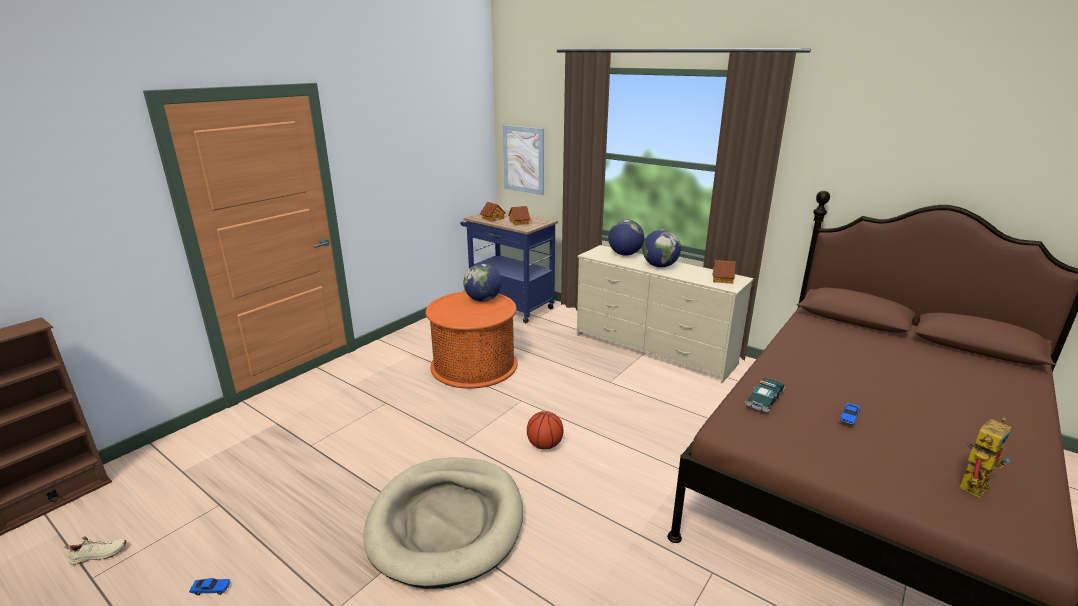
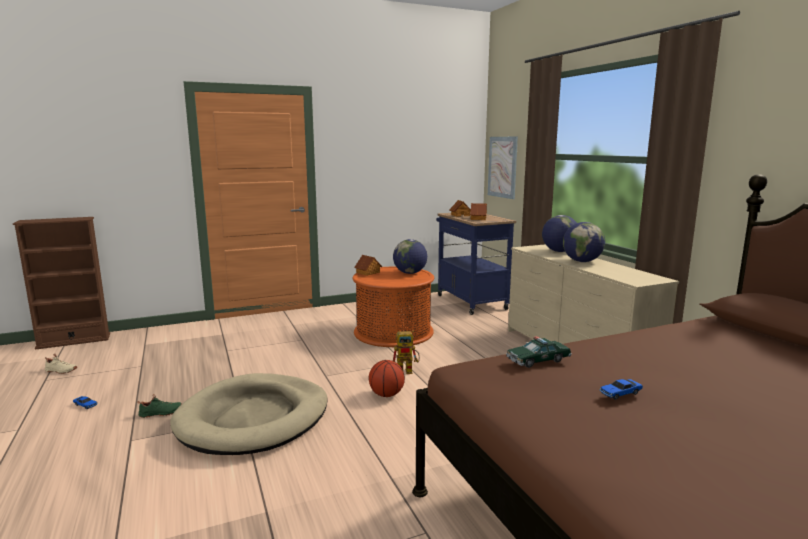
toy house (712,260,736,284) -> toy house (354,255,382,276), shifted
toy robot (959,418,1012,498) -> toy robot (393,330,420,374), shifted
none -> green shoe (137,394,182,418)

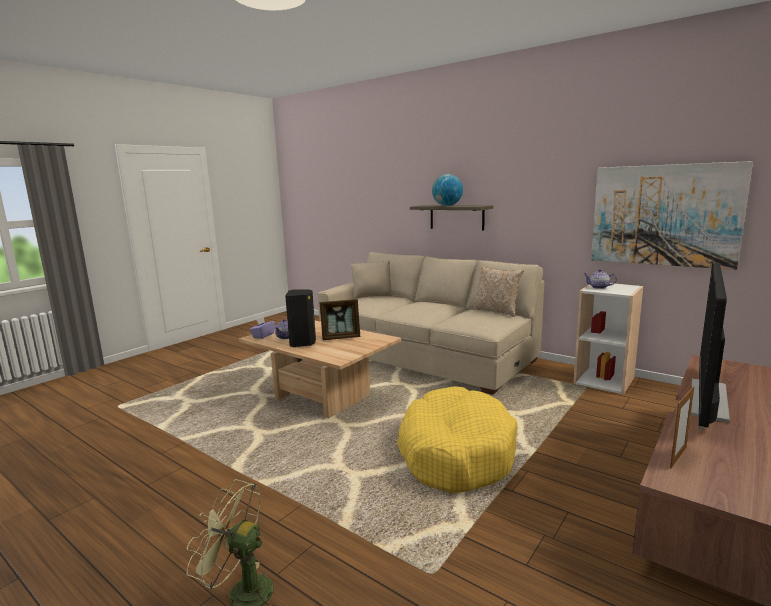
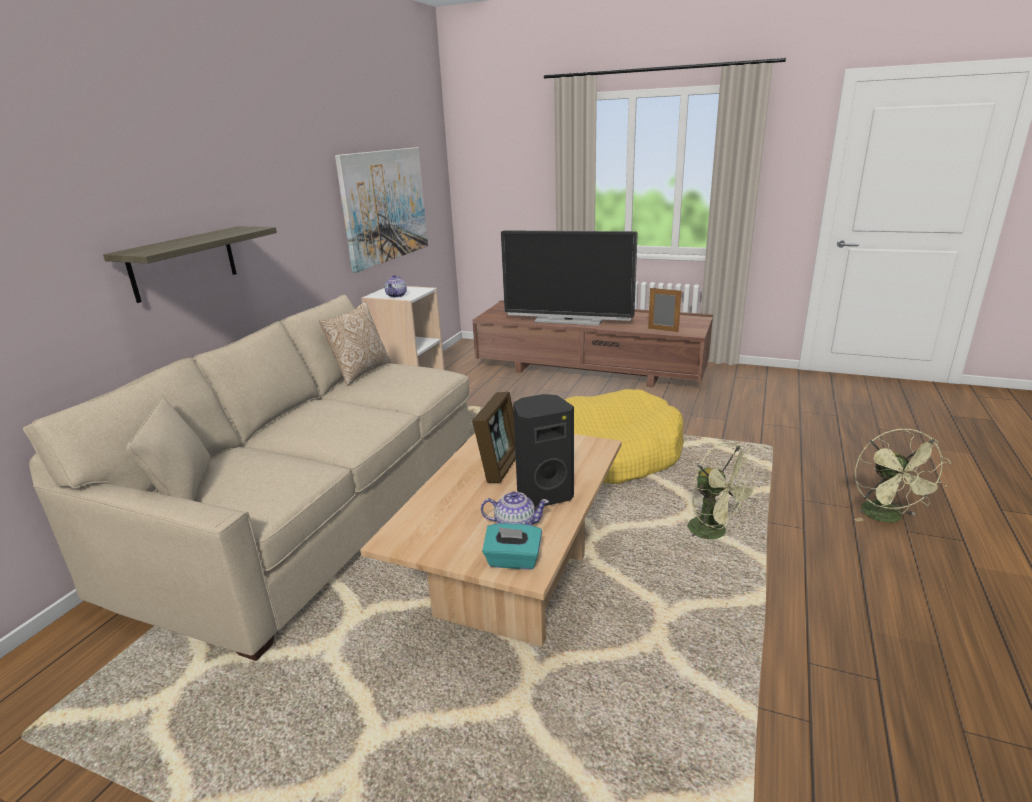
purple tissue box (250,317,275,339) -> turquoise tissue box (482,523,542,570)
picture frame (320,299,360,340) -> picture frame (472,392,516,483), 45 degrees clockwise
globe (432,174,463,206) -> none
none -> green fan (687,442,760,539)

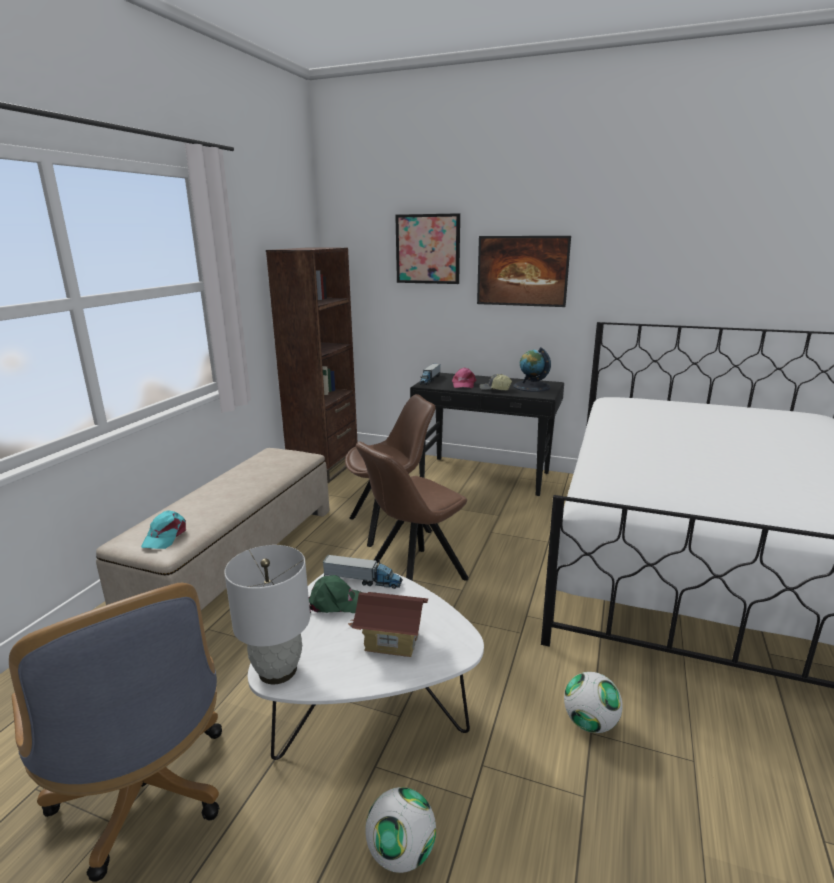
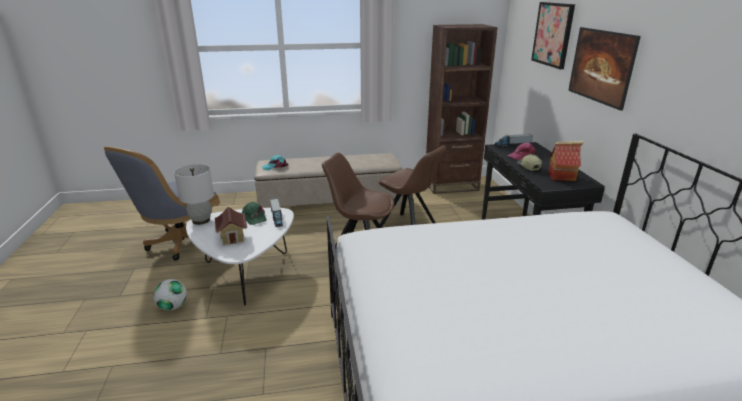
globe (513,347,551,392) -> toy house (548,141,584,181)
football (564,672,623,733) -> none

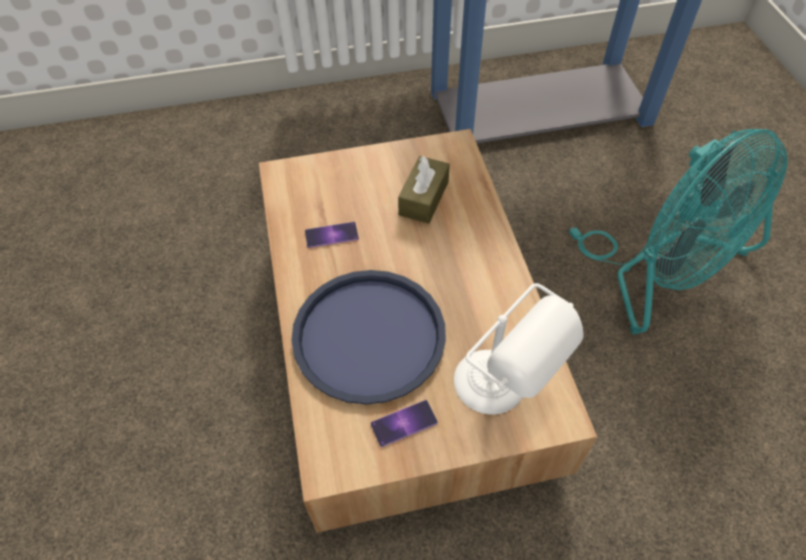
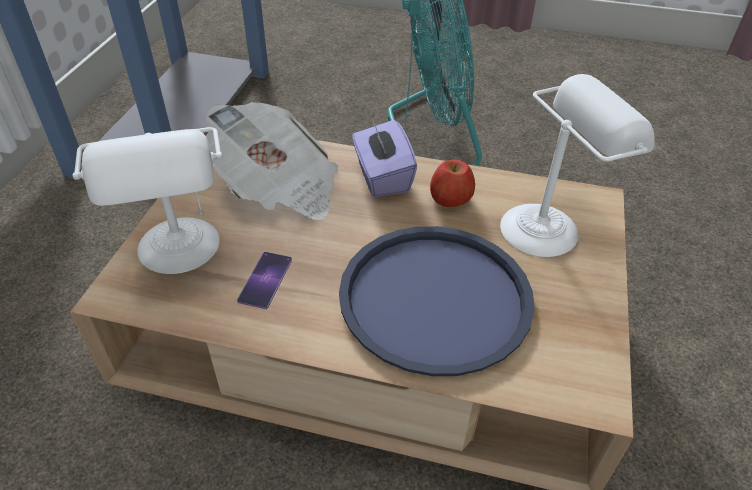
phone (371,400,438,447) -> none
brown tissue box (398,156,450,224) -> newspaper (206,102,338,220)
none -> white table lamp (72,127,223,274)
none -> purple tissue box (352,120,417,197)
none -> apple (430,160,475,207)

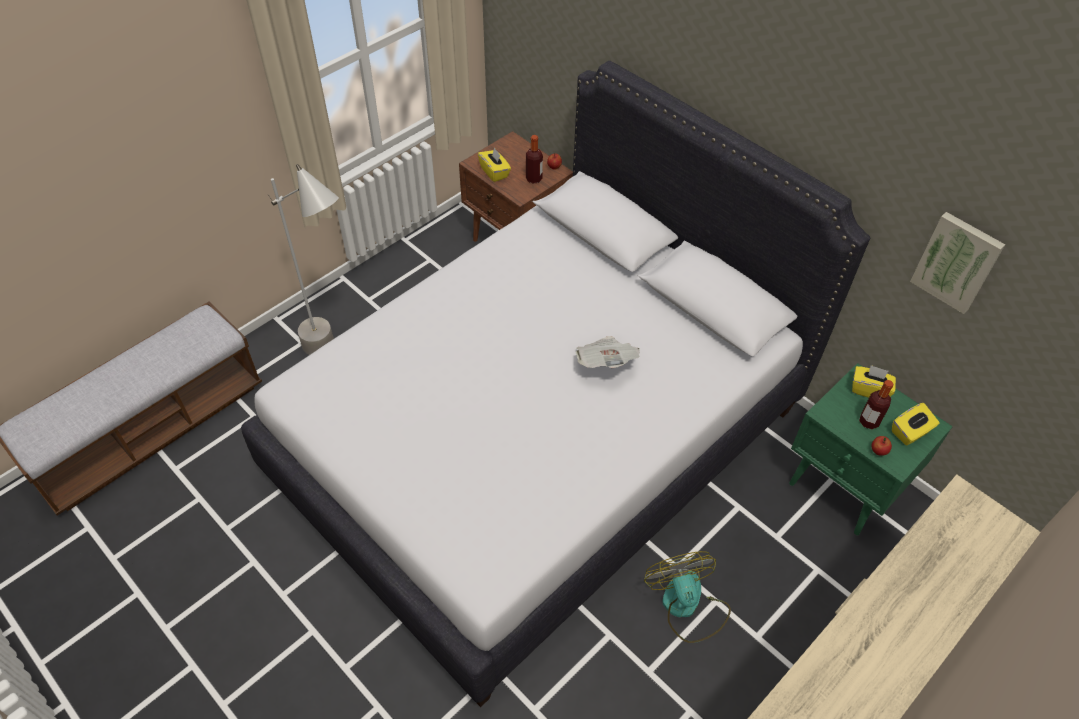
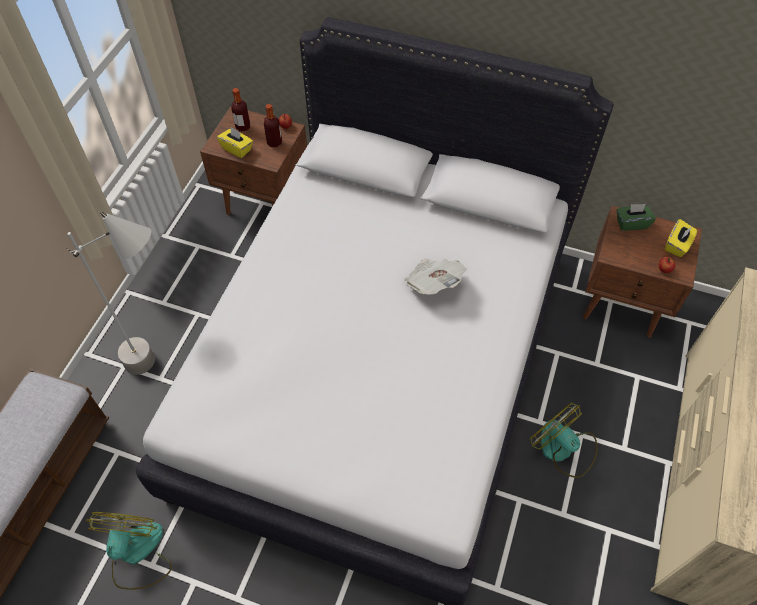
green nightstand (789,363,953,535) -> brown nightstand (583,205,702,338)
yellow tissue box (852,365,896,398) -> green tissue box (617,204,656,231)
bottle (859,380,893,429) -> bottle (231,88,250,132), shifted
picture (910,212,1005,314) -> none
none -> fan (86,512,172,590)

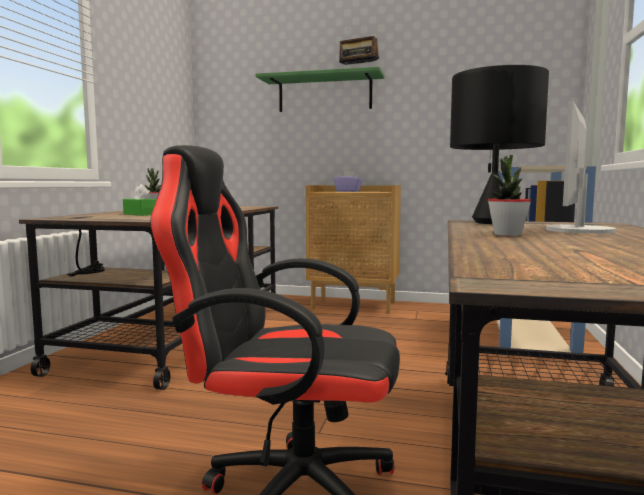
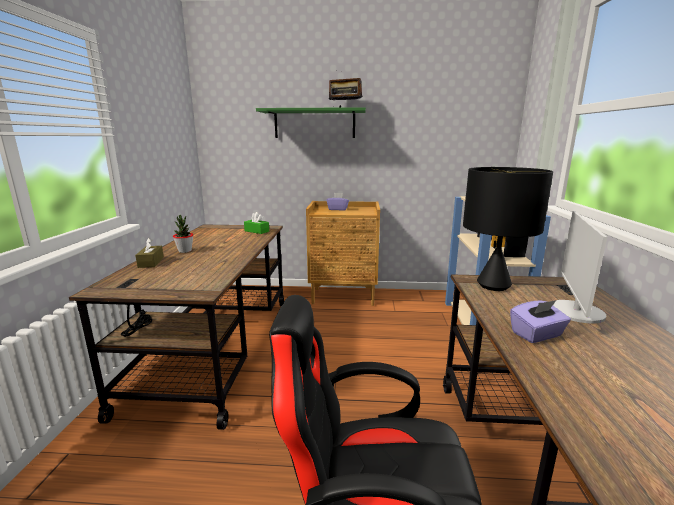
green tissue box (123,184,156,216) -> green tissue box (244,212,269,234), shifted
potted plant (488,155,532,236) -> purple tissue box (510,300,571,343)
none -> brown tissue box (135,238,164,268)

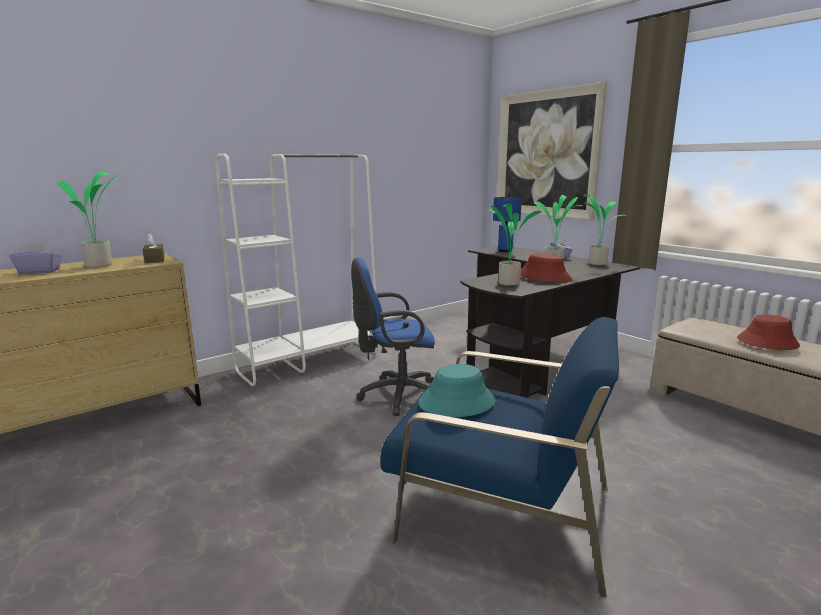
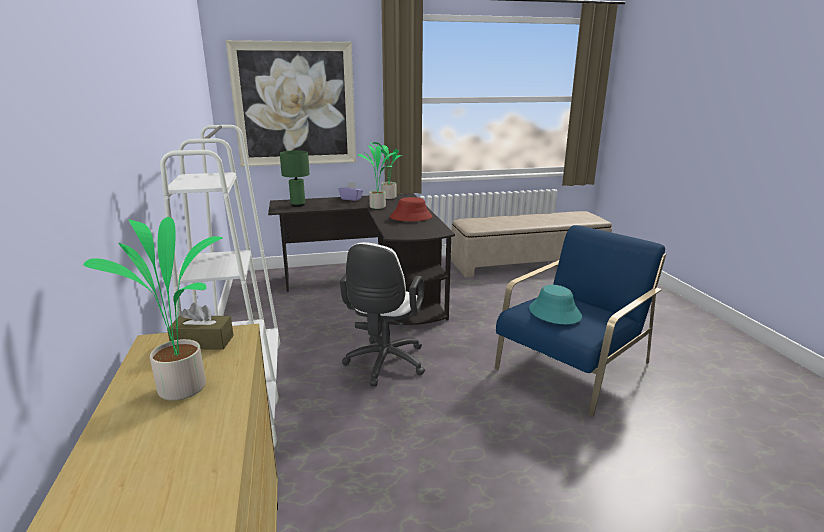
purple tissue box (10,242,62,274) -> none
blue office chair (351,257,435,416) -> white office chair (340,242,425,386)
potted plant (487,203,542,286) -> none
blue table lamp (493,197,522,252) -> green table lamp (280,150,309,207)
red hat (737,314,800,350) -> none

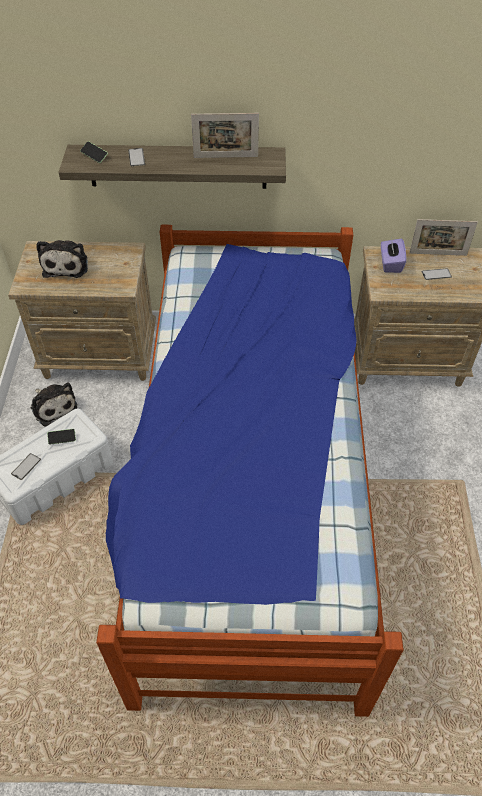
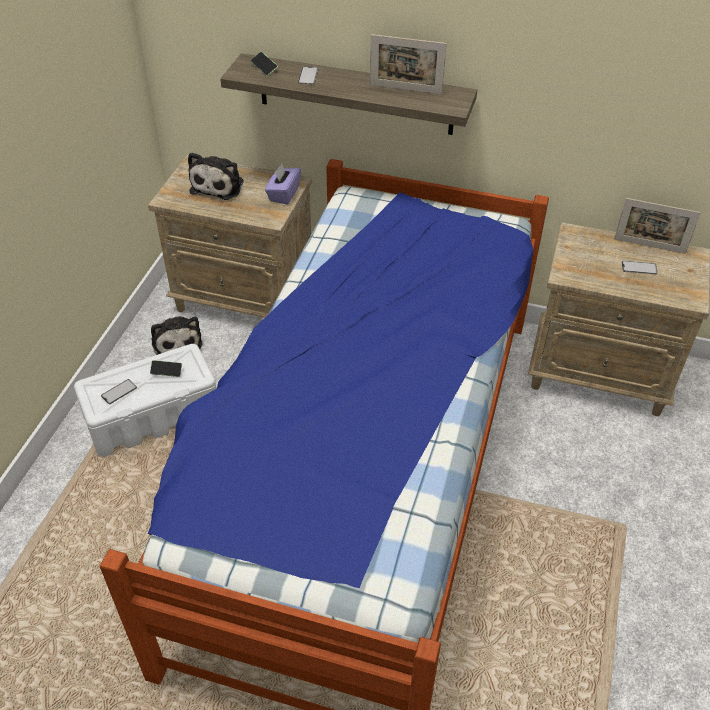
purple tissue box (381,237,406,273) -> purple tissue box (265,164,301,204), shifted

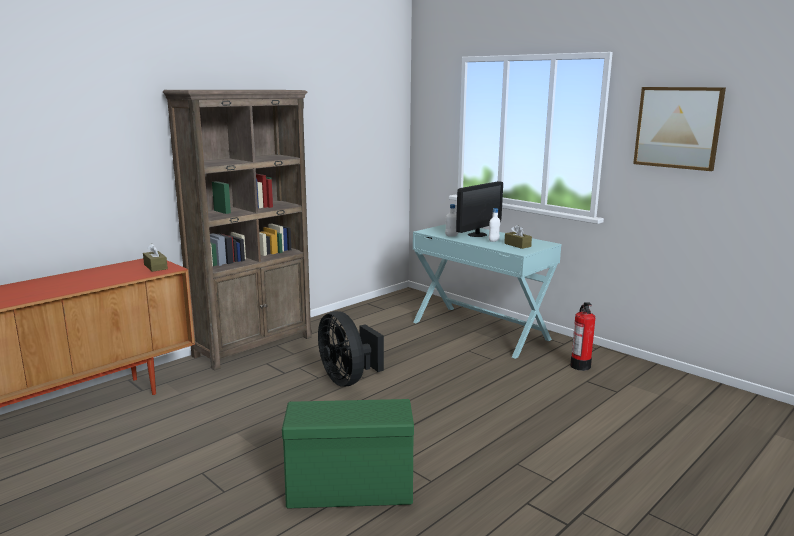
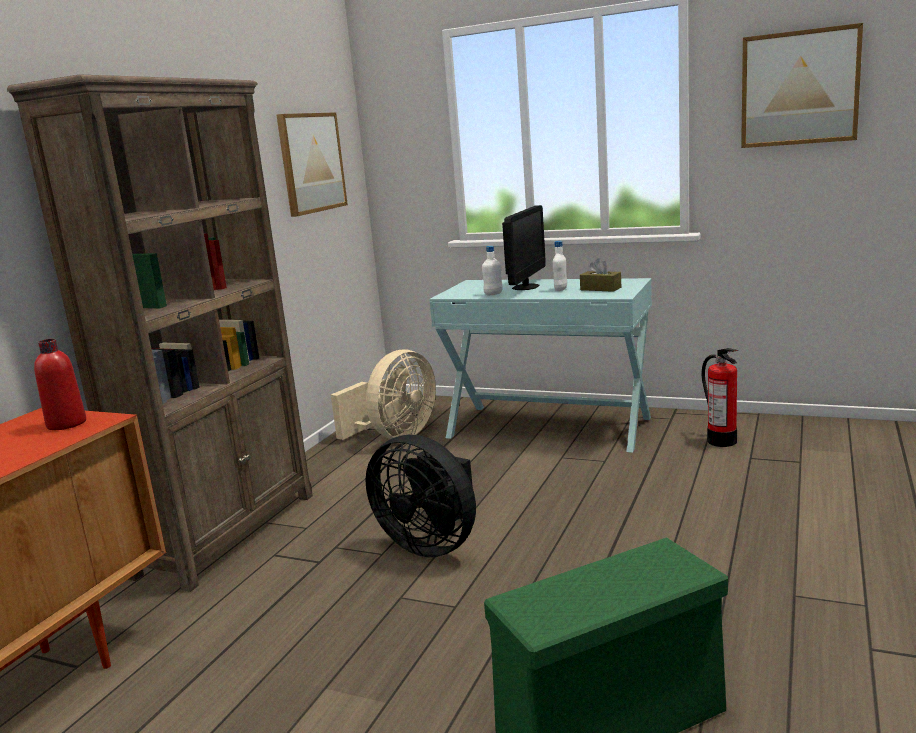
brown tissue box (143,243,168,272) -> red bottle (34,339,86,430)
none -> picture (277,112,348,217)
none -> beige fan (331,350,436,440)

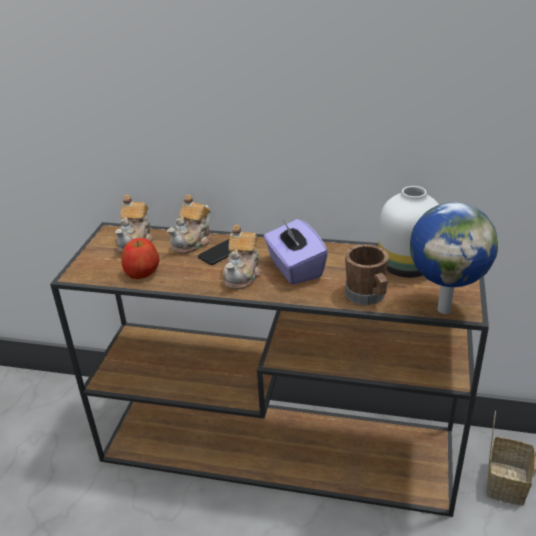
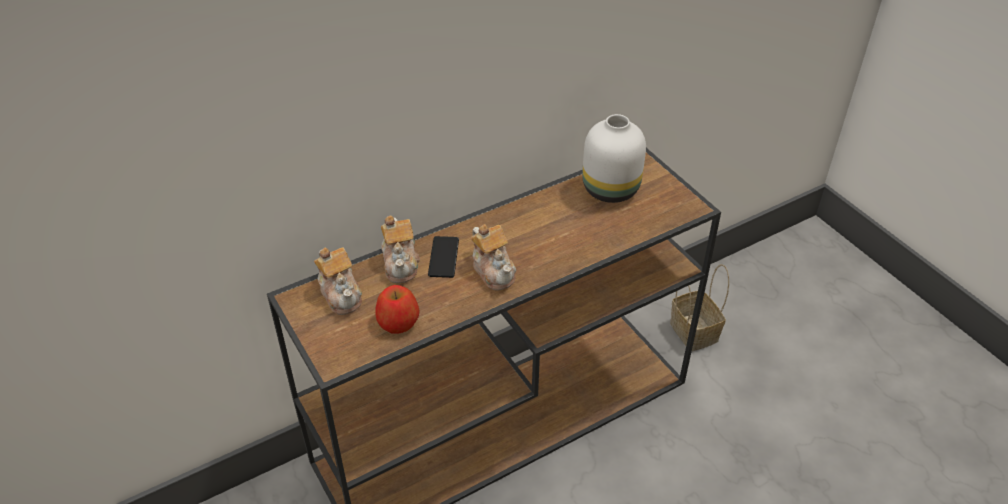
purple tissue box (264,218,328,285) -> none
brown mug (345,244,388,305) -> none
globe (410,202,498,314) -> none

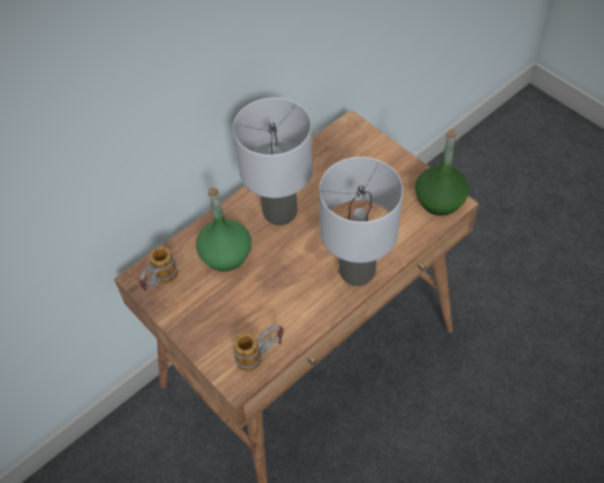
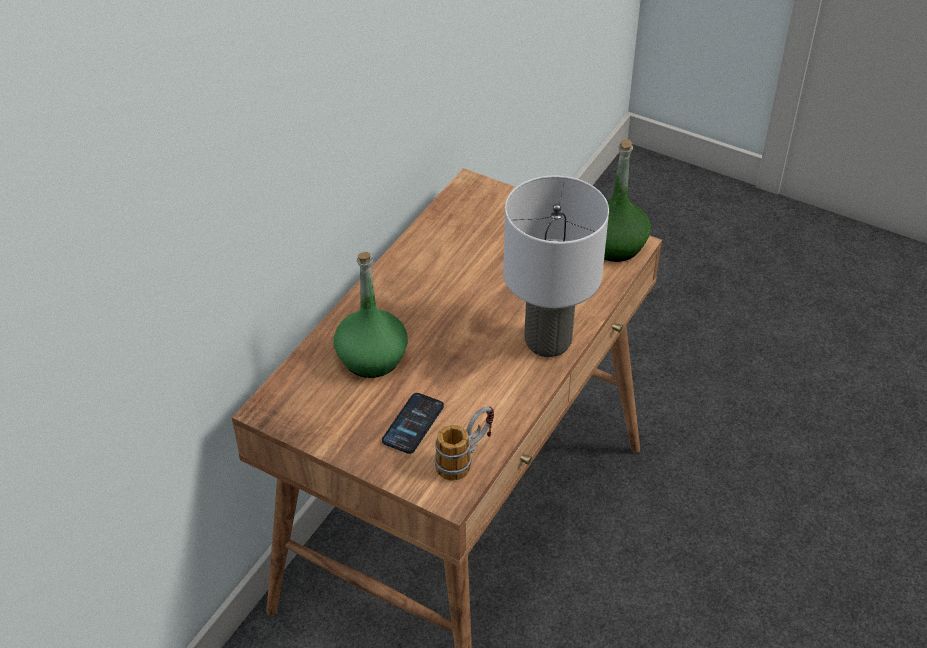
mug (139,246,178,291) -> none
white table lamp (233,97,313,225) -> none
none -> phone (382,393,444,454)

